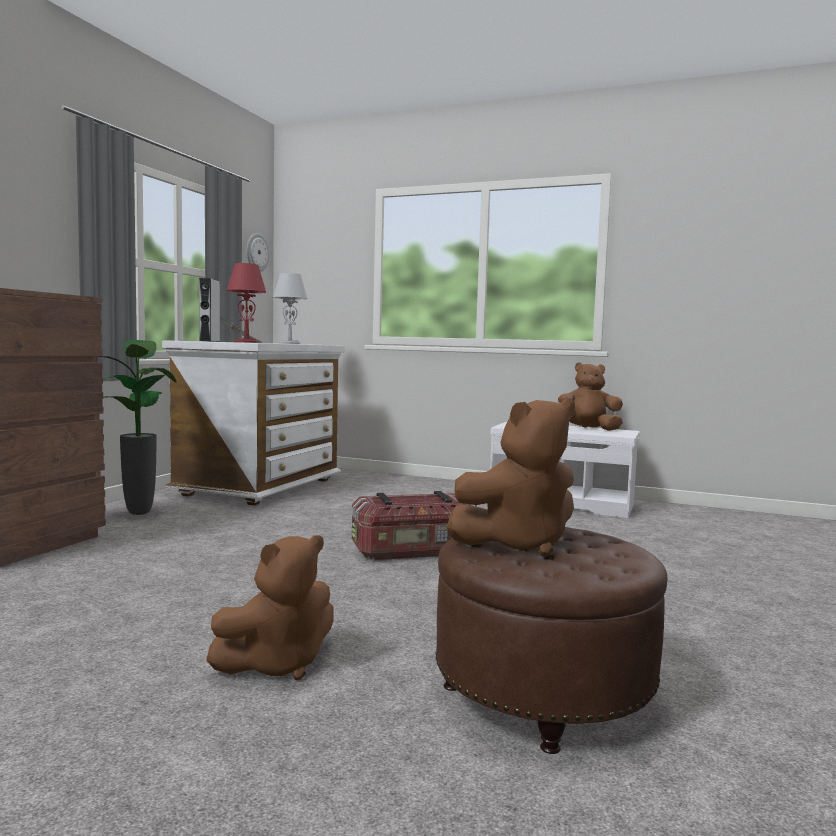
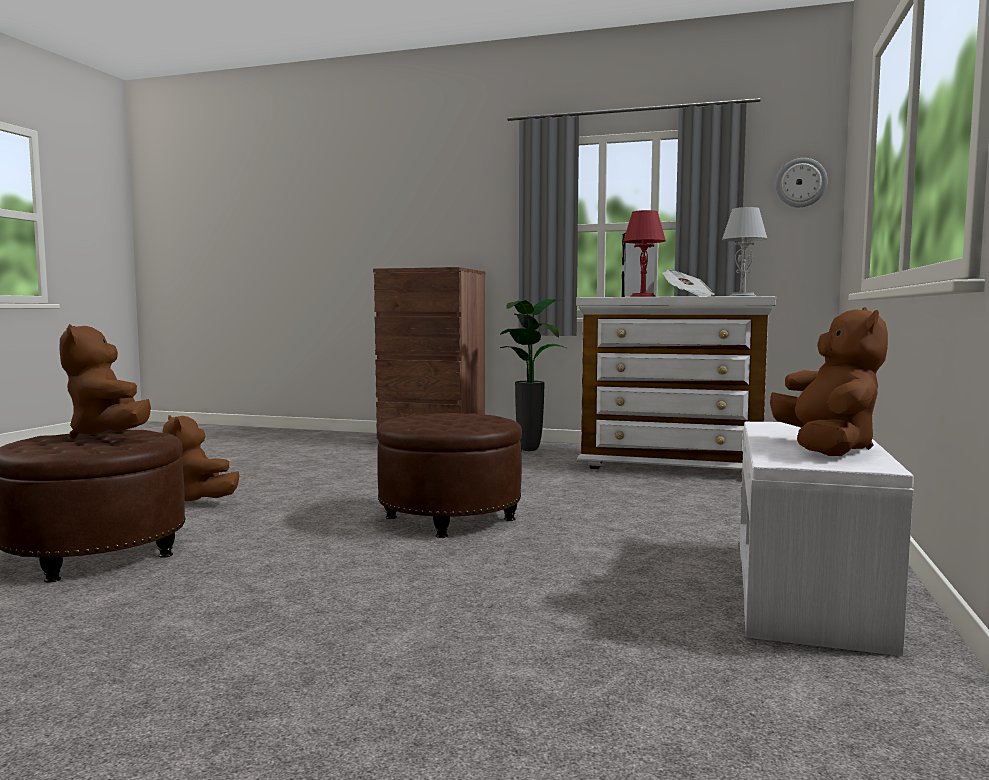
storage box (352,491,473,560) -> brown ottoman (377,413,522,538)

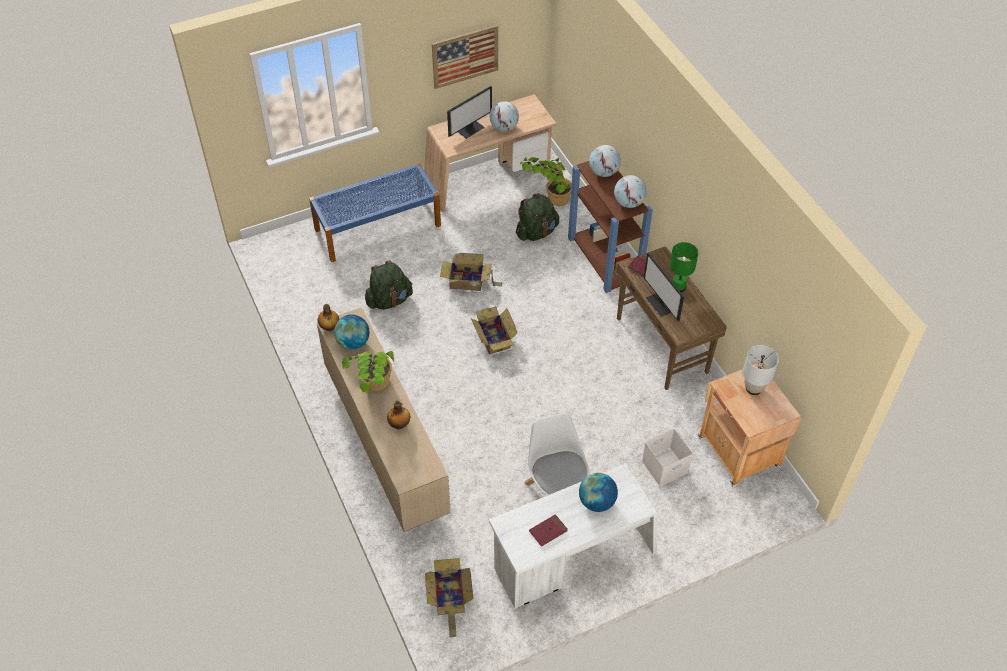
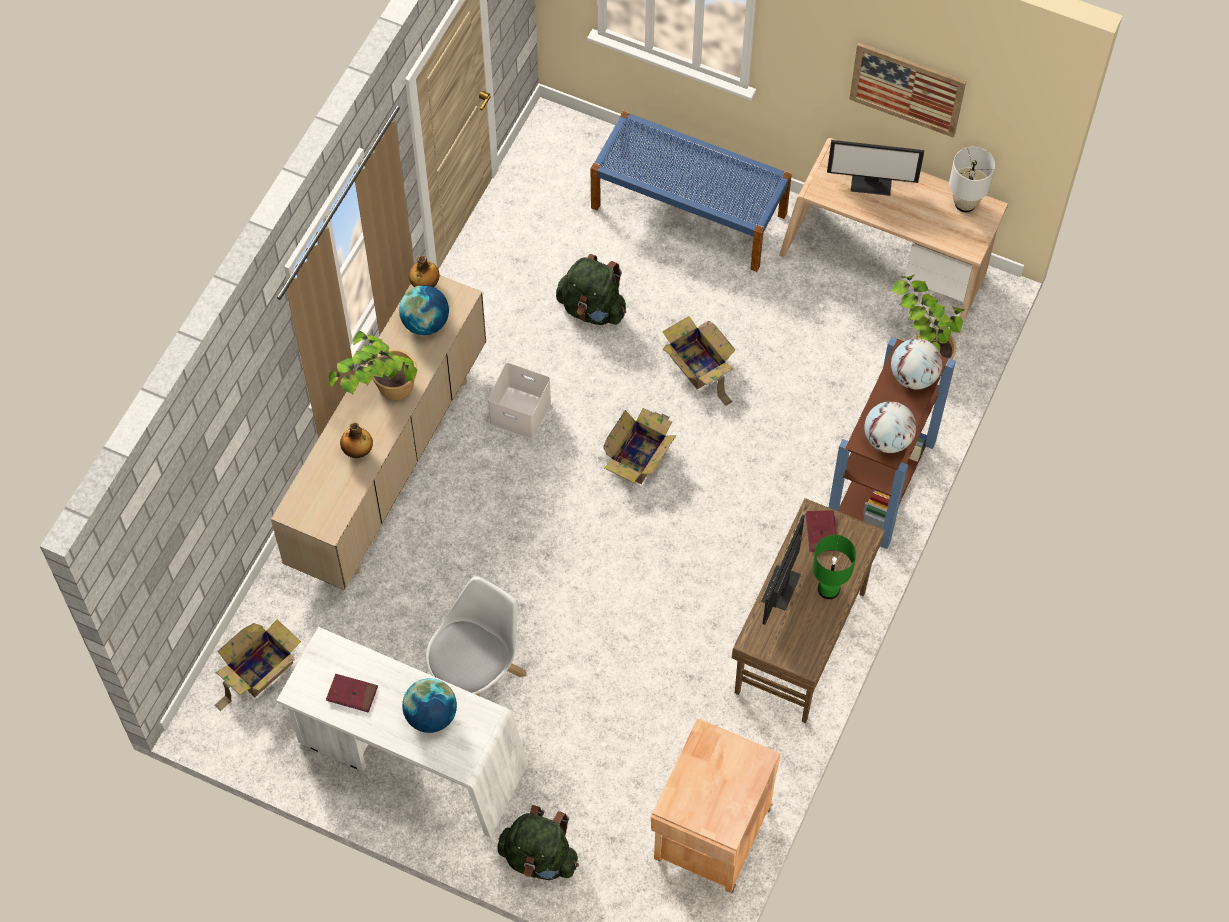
globe (489,101,519,132) -> none
green backpack (516,193,559,241) -> green backpack (498,805,579,880), shifted
white storage box (642,429,693,486) -> white storage box (488,363,551,440), shifted
white table lamp (743,345,779,395) -> white table lamp (949,147,995,212), shifted

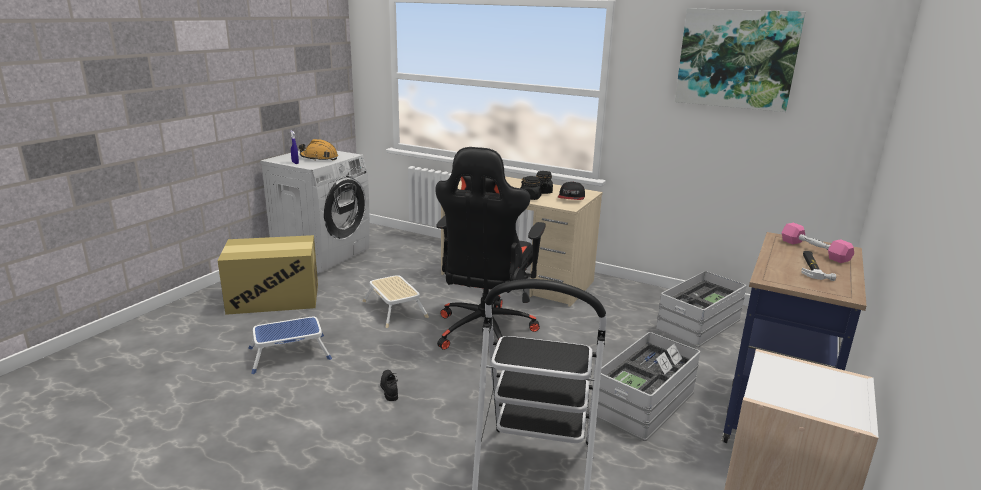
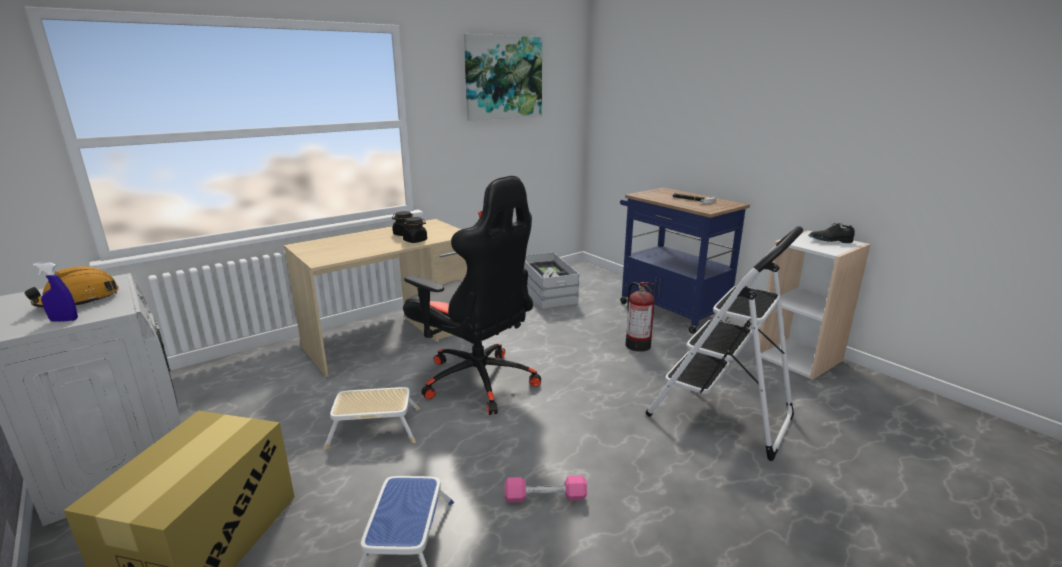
black shoe (380,370,398,401) -> black shoe (808,223,855,243), shifted
cap (558,181,585,200) -> none
grey storage box (597,332,700,441) -> fire extinguisher (626,282,654,352)
pink dumbbell (782,223,854,263) -> pink dumbbell (505,475,587,503), shifted

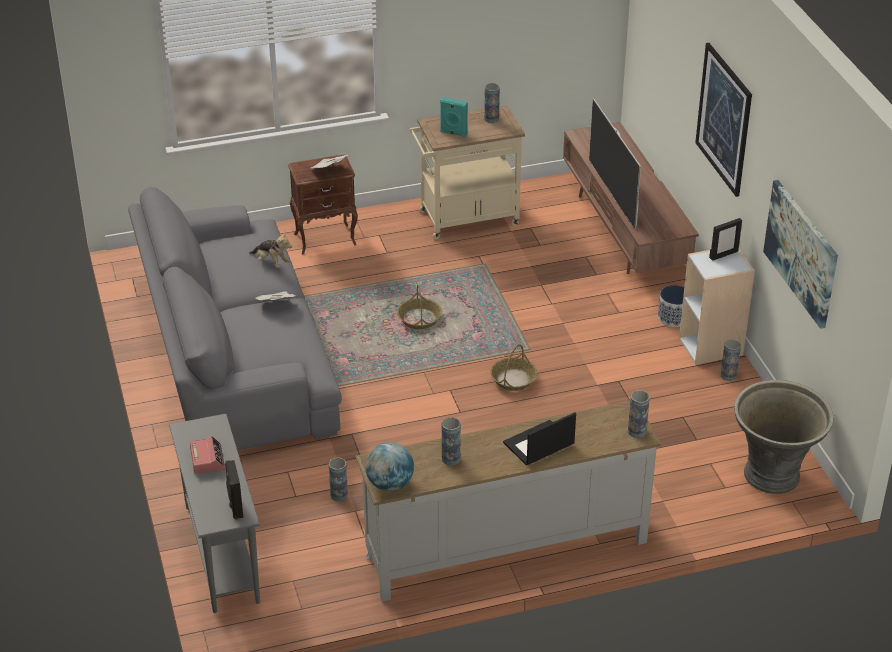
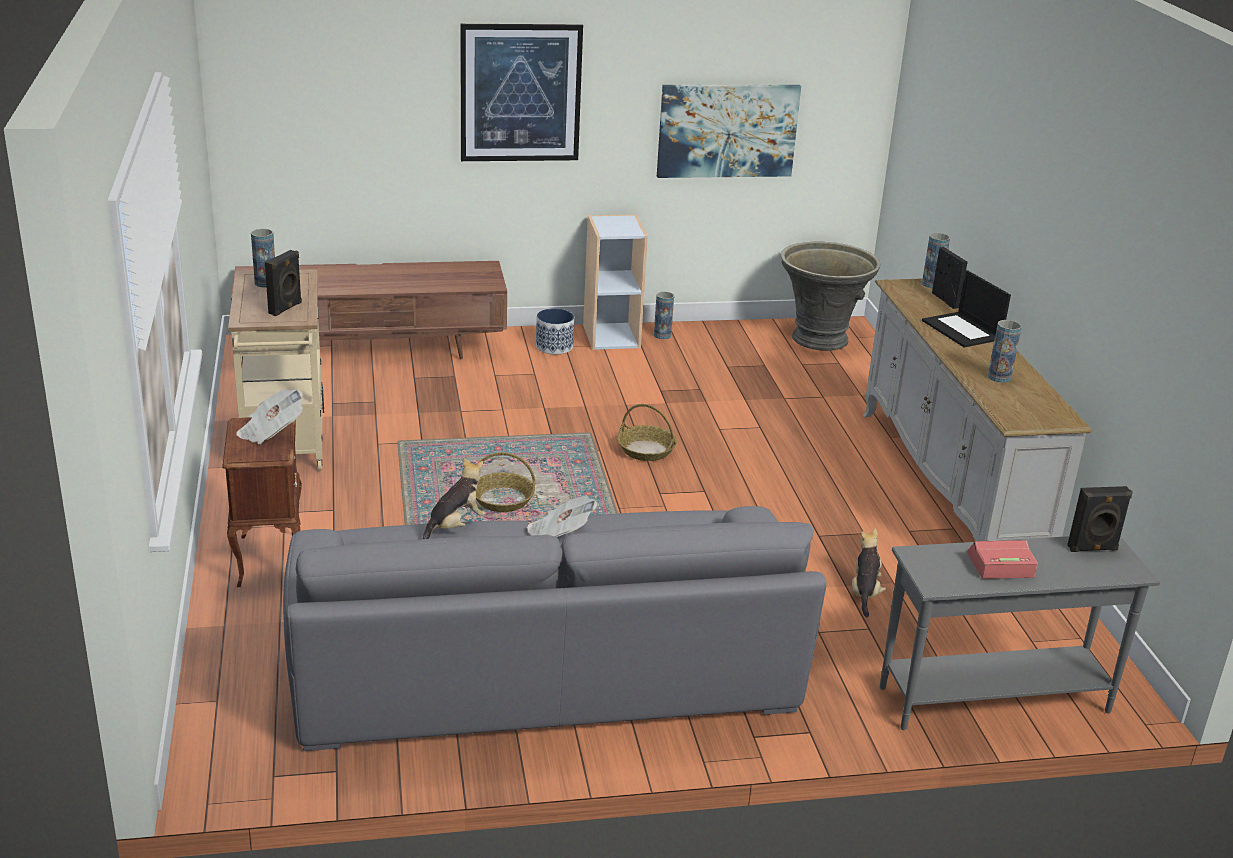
vase (329,457,348,501) -> plush toy (852,528,886,617)
globe (365,442,414,491) -> none
turquoise speaker (440,97,468,137) -> black speaker (265,250,302,316)
television (589,99,641,229) -> none
picture frame (709,218,742,261) -> picture frame (932,247,968,309), shifted

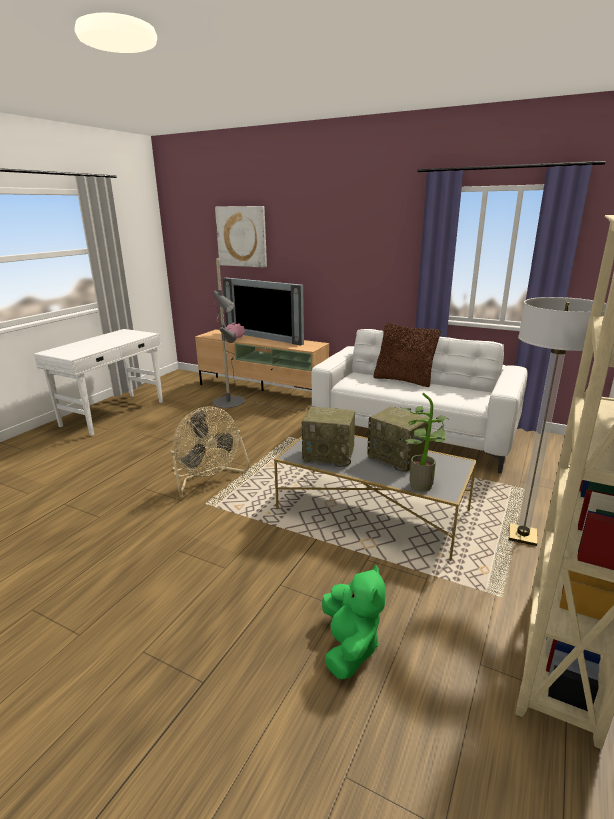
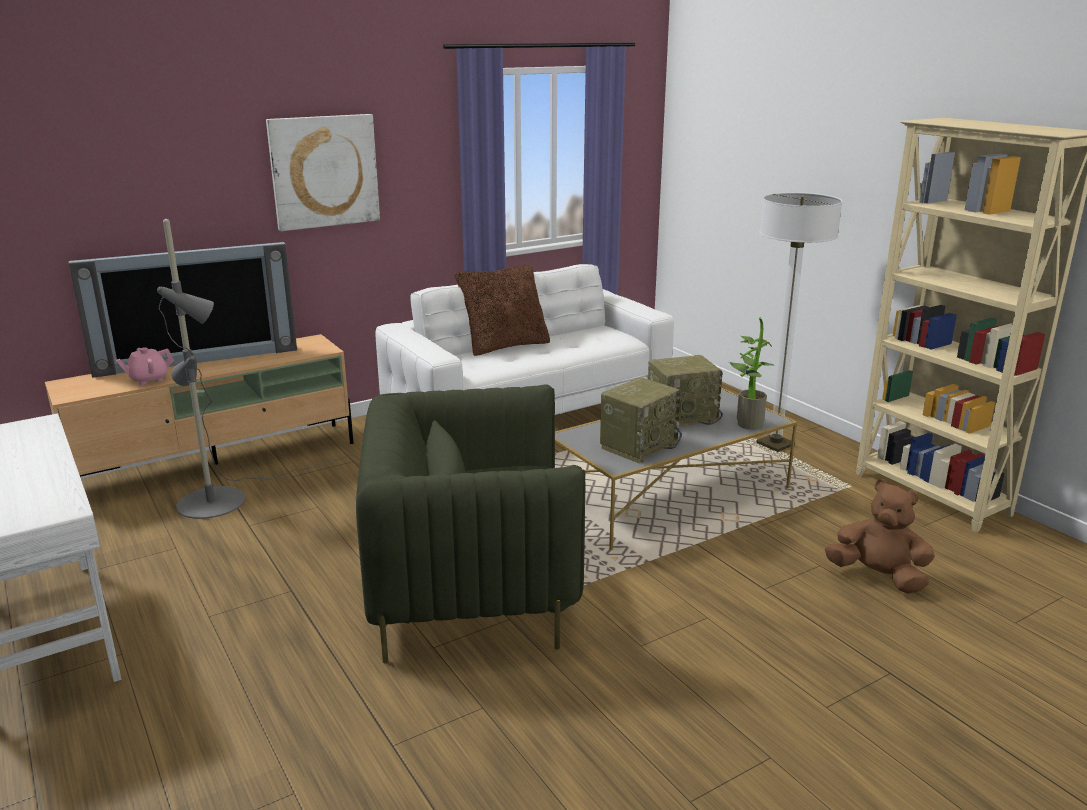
beige fan (170,406,250,497) -> green armchair (356,384,585,664)
picture (215,206,267,268) -> picture (266,114,380,231), shifted
green plush toy (322,565,386,680) -> brown plush toy (825,479,935,594)

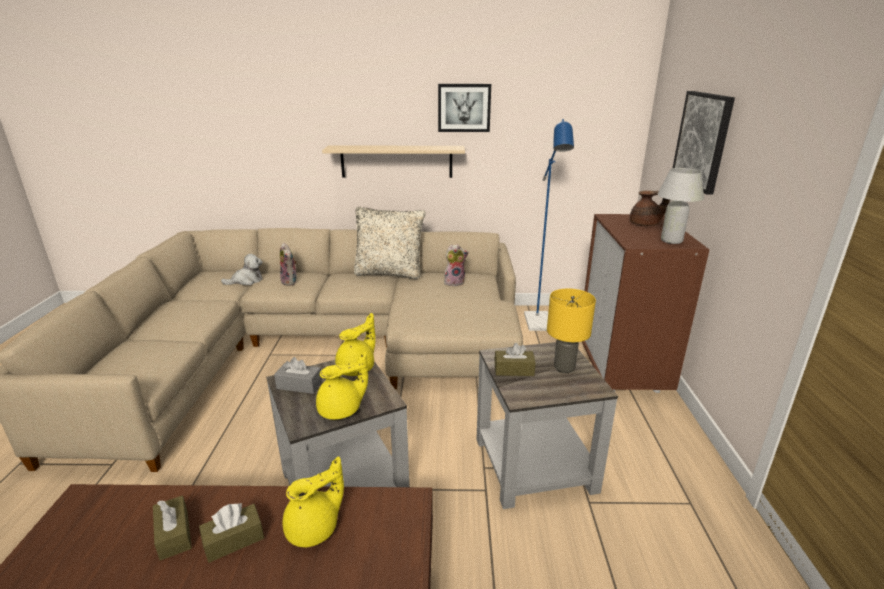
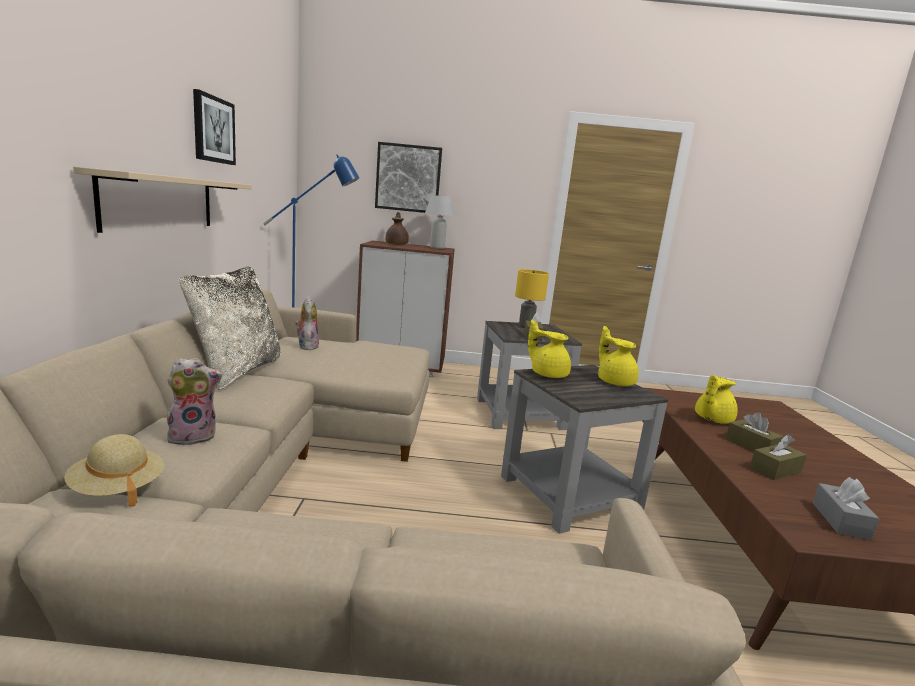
plush toy (221,254,262,285) -> beige hat (64,434,164,506)
grey tissue box (274,357,322,394) -> grey tissue box (813,477,880,540), shifted
yellow teapot (282,456,344,547) -> yellow teapot (695,375,738,424), 90 degrees counterclockwise

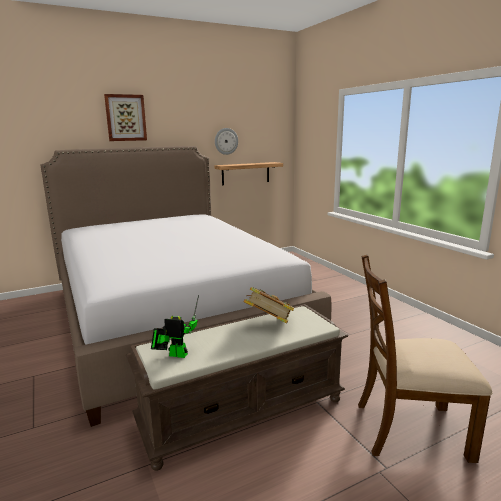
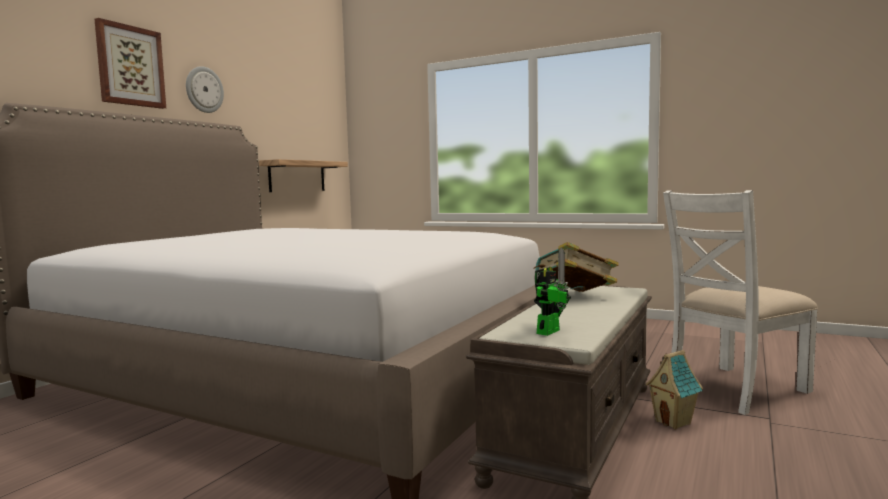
toy robot (151,295,199,358) -> toy robot (534,247,571,336), 150 degrees clockwise
wall clock (215,128,238,155) -> wall clock (186,66,224,113), shifted
brown chair (358,255,492,463) -> white chair (663,190,818,415)
none -> toy house (646,350,703,429)

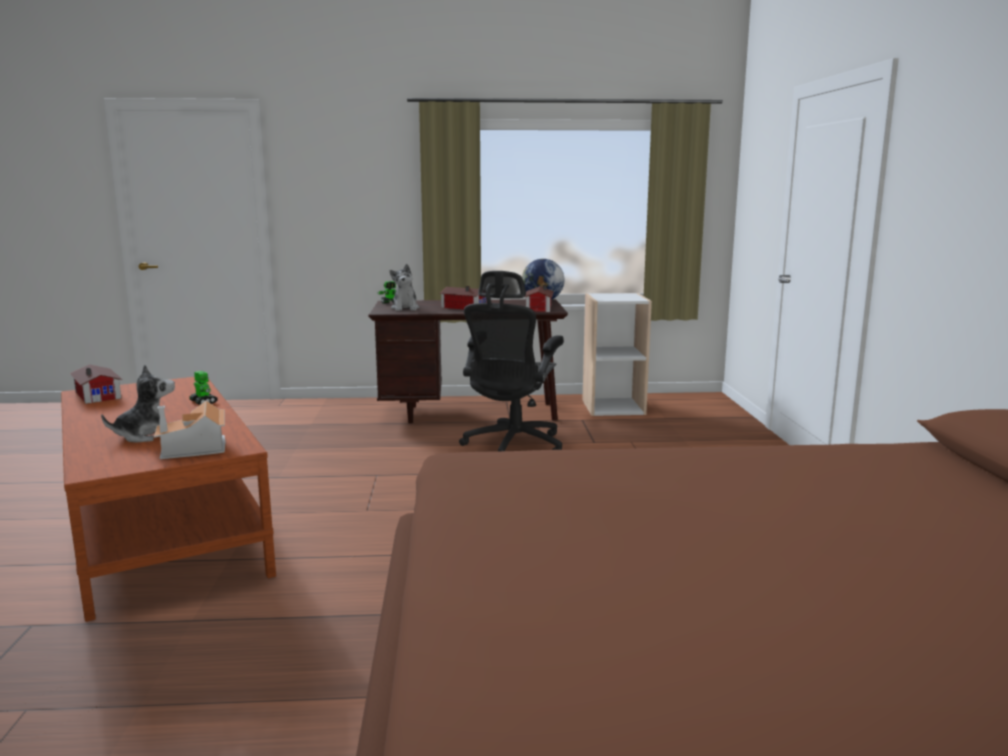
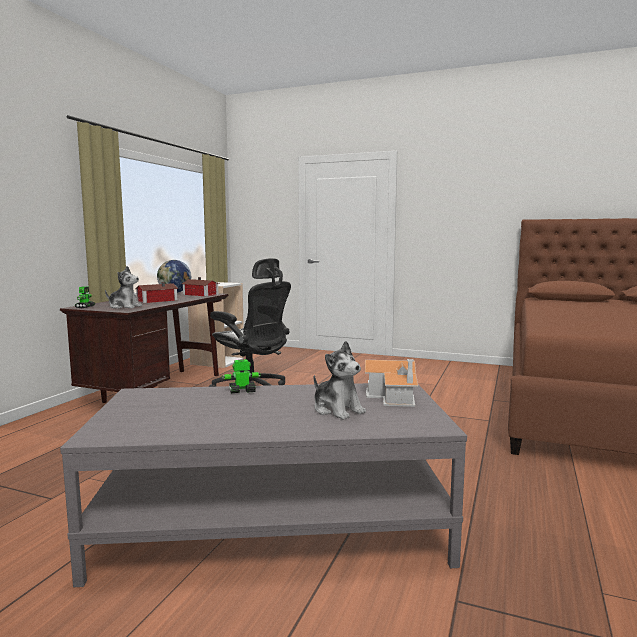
brown coffee table (61,377,276,622) -> grey coffee table (60,383,467,587)
toy house (70,364,122,404) -> none
plush toy (101,364,175,443) -> plush toy (314,341,366,420), 150 degrees clockwise

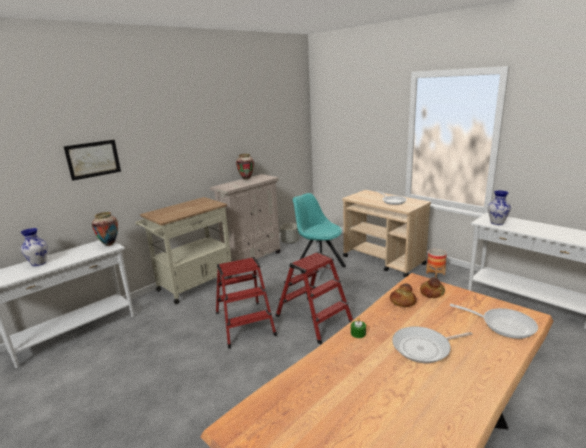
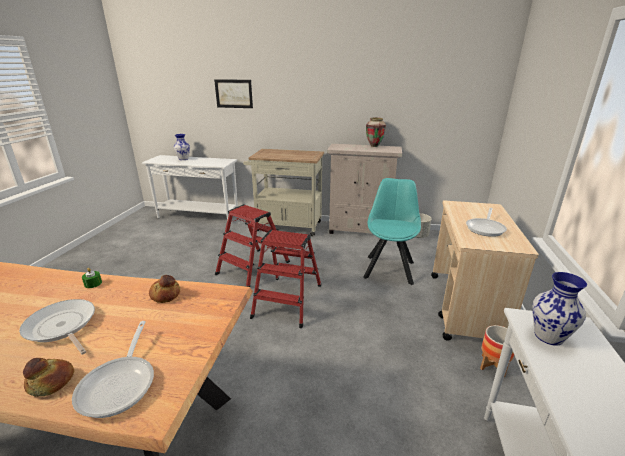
vase (92,212,118,246) -> none
bread (420,277,445,298) -> bread (23,358,74,397), shifted

